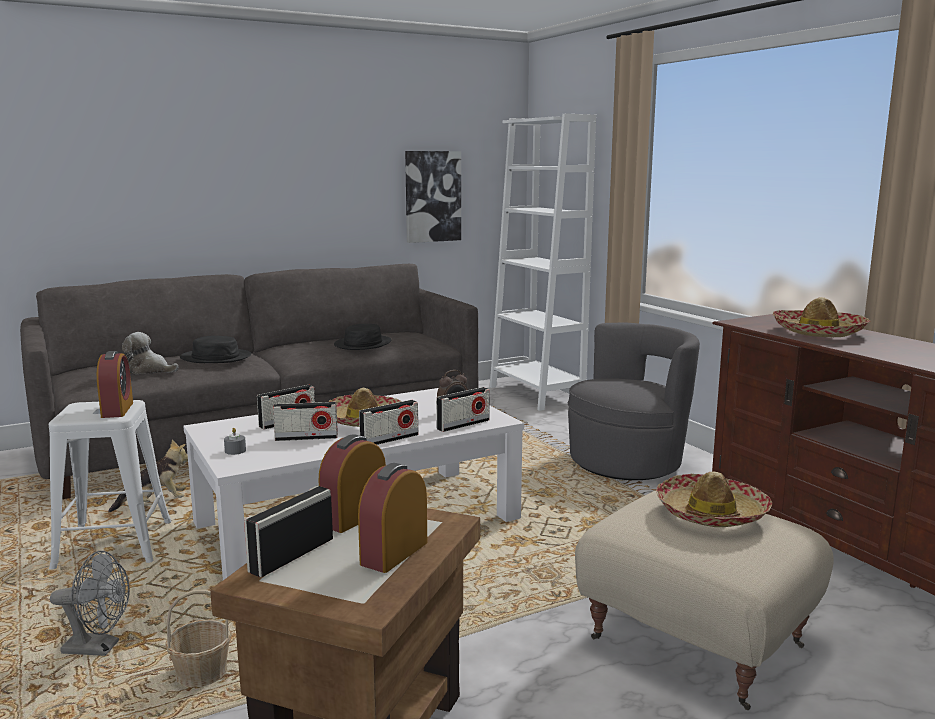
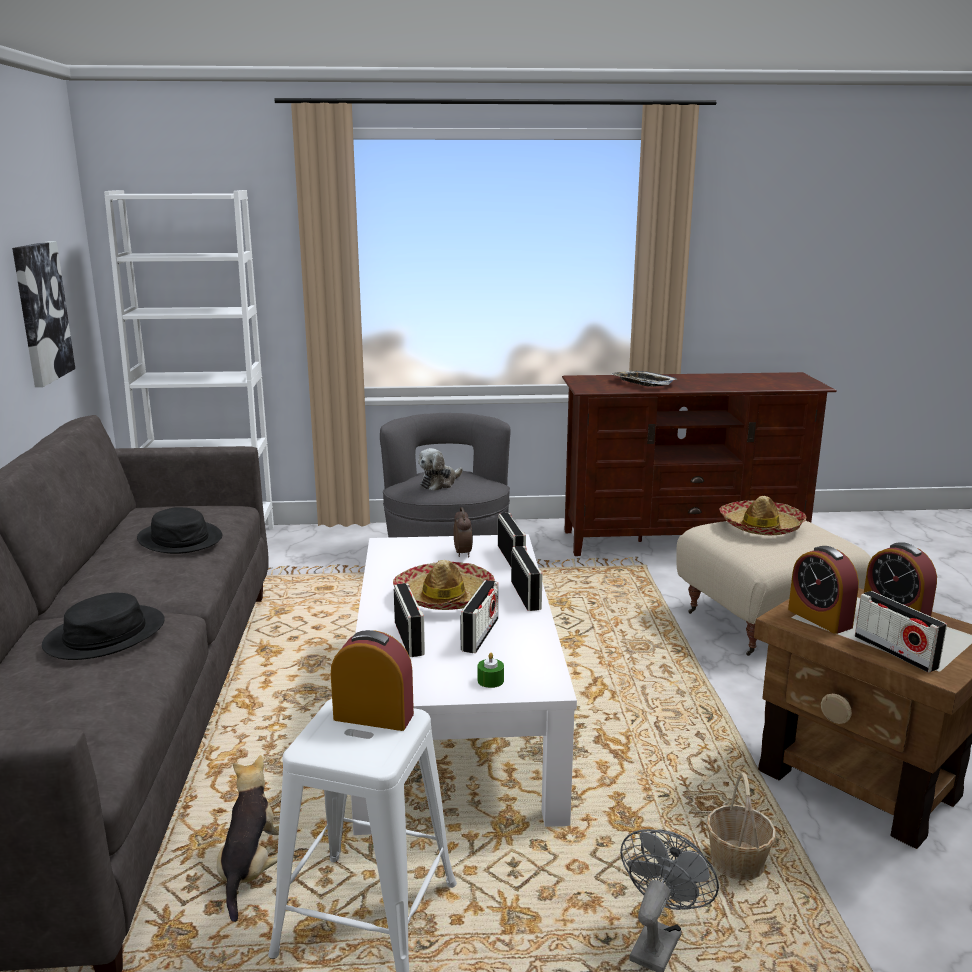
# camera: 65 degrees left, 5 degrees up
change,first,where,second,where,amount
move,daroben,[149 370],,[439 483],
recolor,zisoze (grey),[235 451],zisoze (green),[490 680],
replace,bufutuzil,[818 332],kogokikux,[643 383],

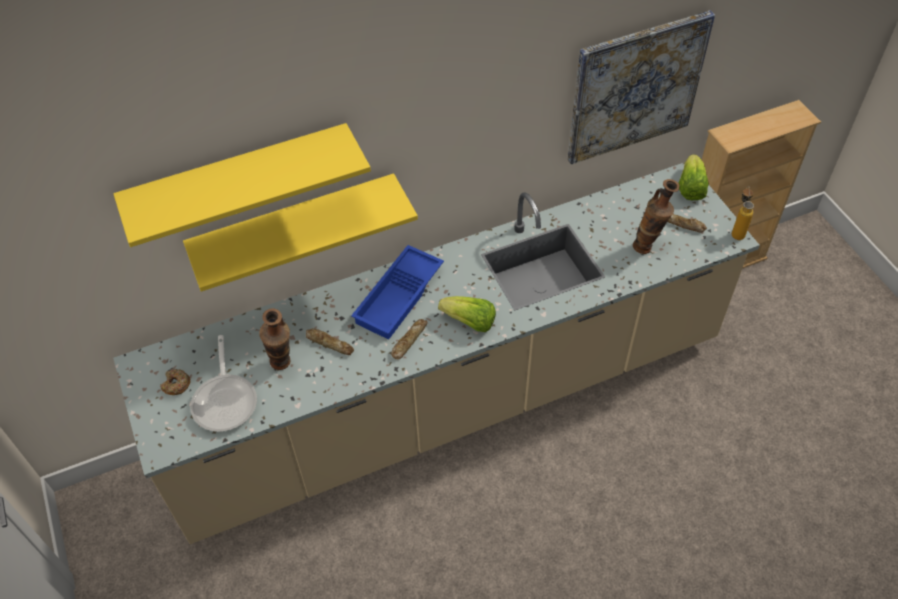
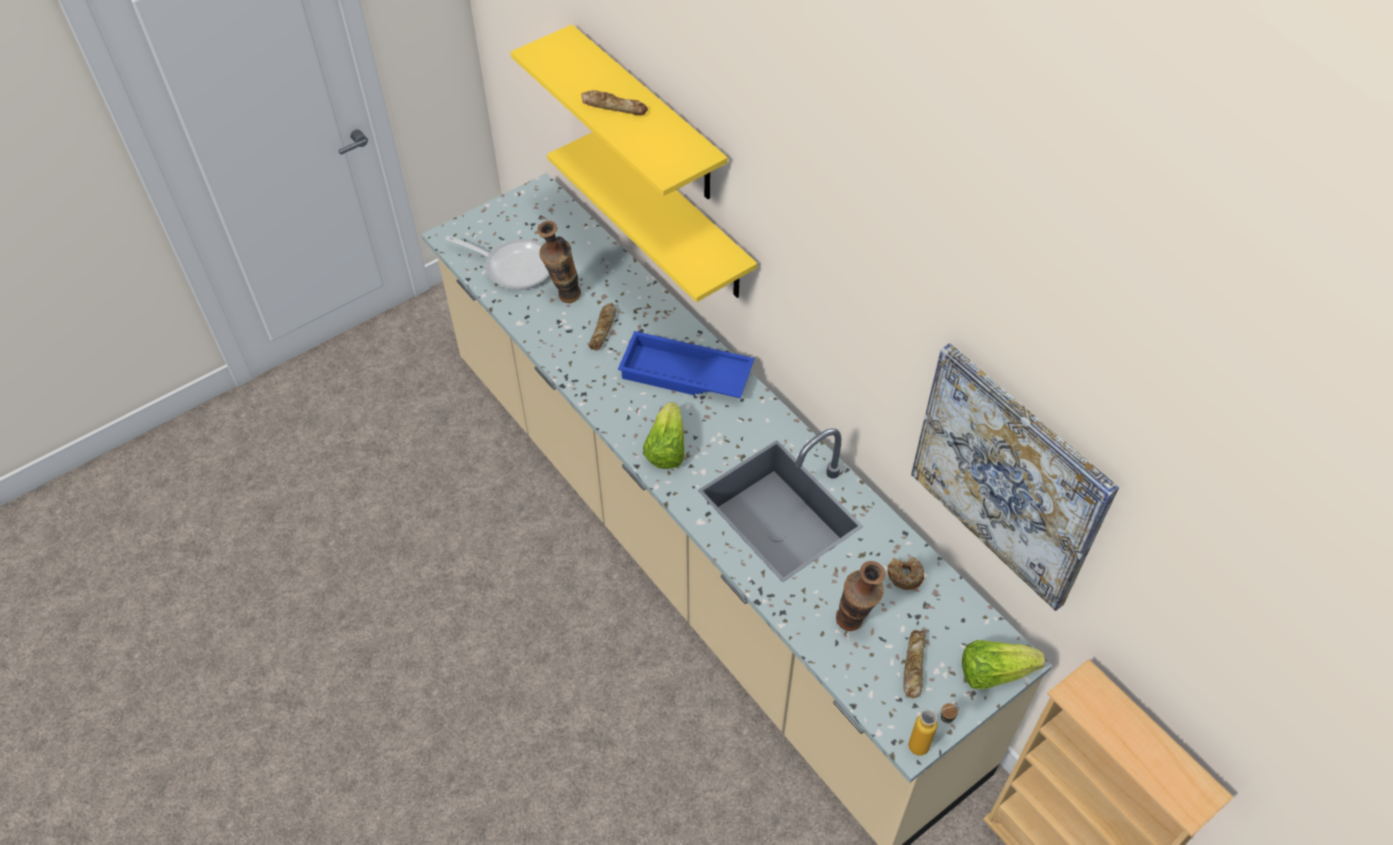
# camera: 75 degrees right, 0 degrees up
change,first,where,second,where,amount
rotate,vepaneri,[226 400],,[514 266],135 degrees counterclockwise
move,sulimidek,[408 341],,[614 107],
move,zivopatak,[176 385],,[905 576],

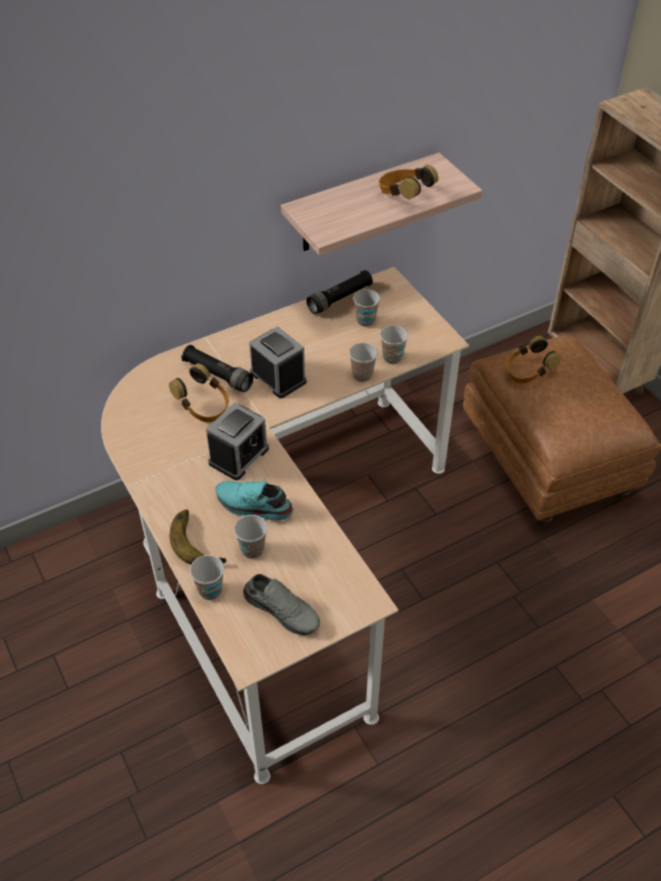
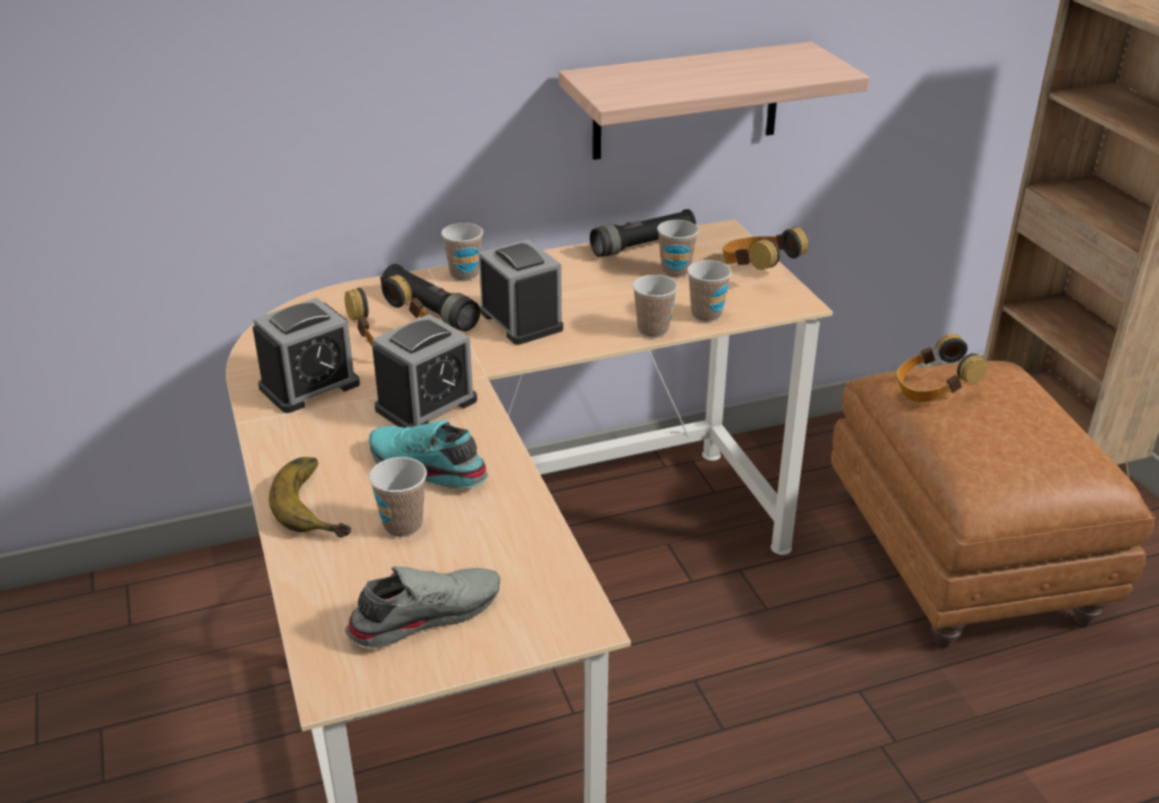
# camera: 10 degrees right, 15 degrees down
change,first,where,second,where,amount
insert,,,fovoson,[309 386],
rotate,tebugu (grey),[283 609],,[424 614],75 degrees counterclockwise
move,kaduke,[210 590],,[464 275],
move,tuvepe,[404 196],,[758 271],

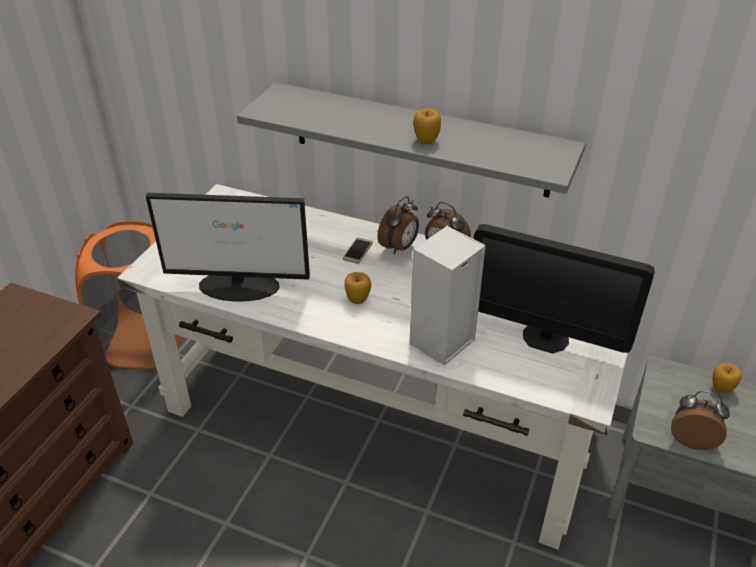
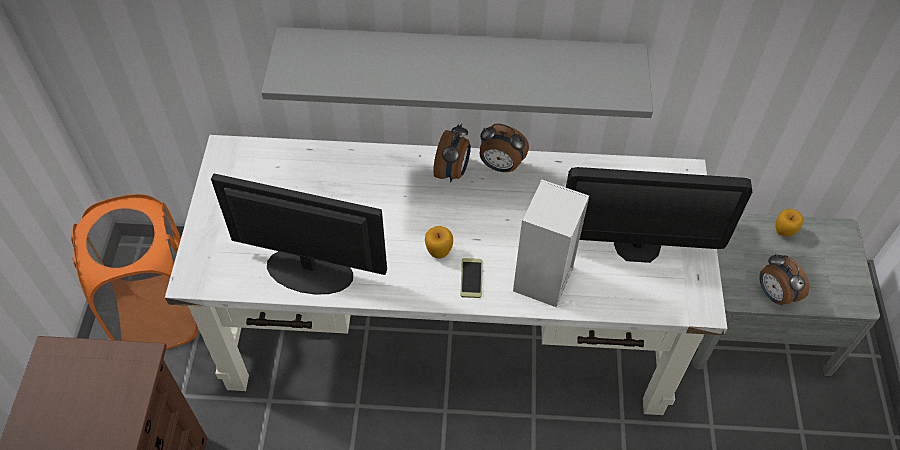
# camera: 20 degrees left, 15 degrees up
change,first,where,second,where,amount
rotate,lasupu,[240 286],,[308 270],150 degrees counterclockwise
move,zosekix,[358 251],,[471 278],
rotate,fovoson,[692 438],,[774 294],120 degrees counterclockwise
delete,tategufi,[426 140],,,

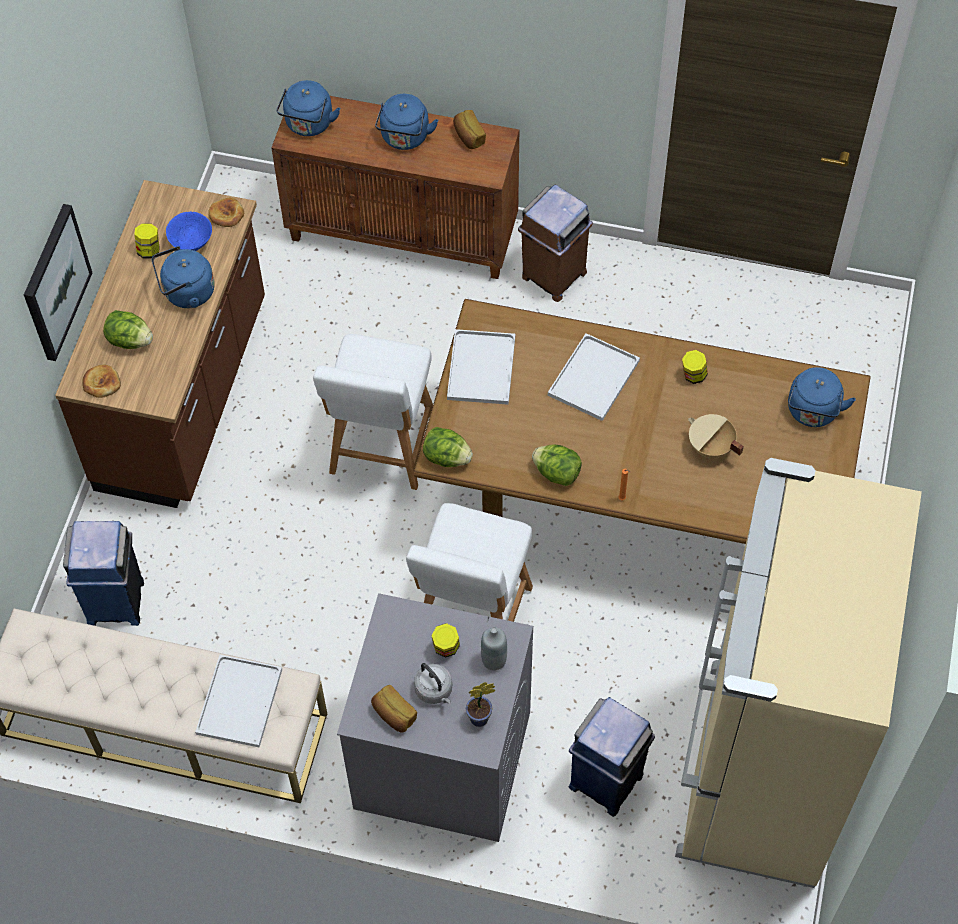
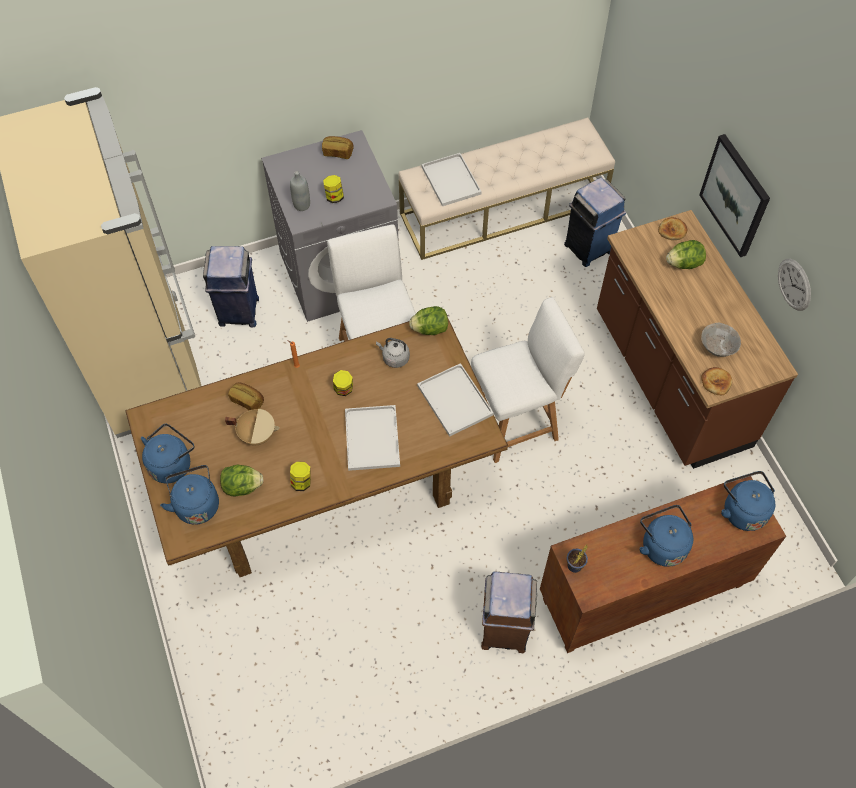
# camera: 145 degrees right, 0 degrees up
change,first,where,second,where,amount
move,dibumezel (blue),[186 293],,[172 464],
move,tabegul,[557 473],,[242 486],
move,sulimidek,[468 136],,[247 401],
move,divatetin,[149 250],,[343 389],
move,dibumezel (grey),[435 691],,[394 358],
rotate,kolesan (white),[381 449],,[517 421],90 degrees clockwise
move,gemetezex,[481 718],,[573 567],
recolor,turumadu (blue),[191 243],turumadu (grey),[717 348],
insert,,,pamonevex,[794 284],

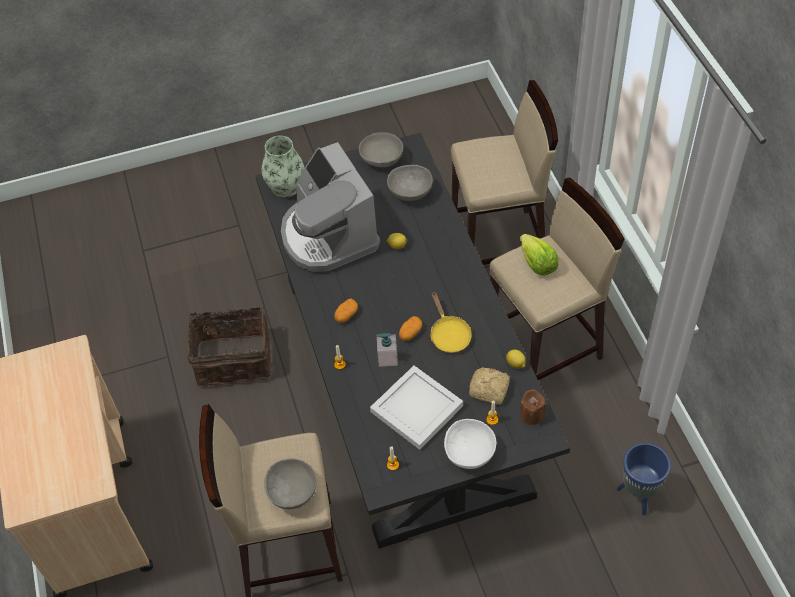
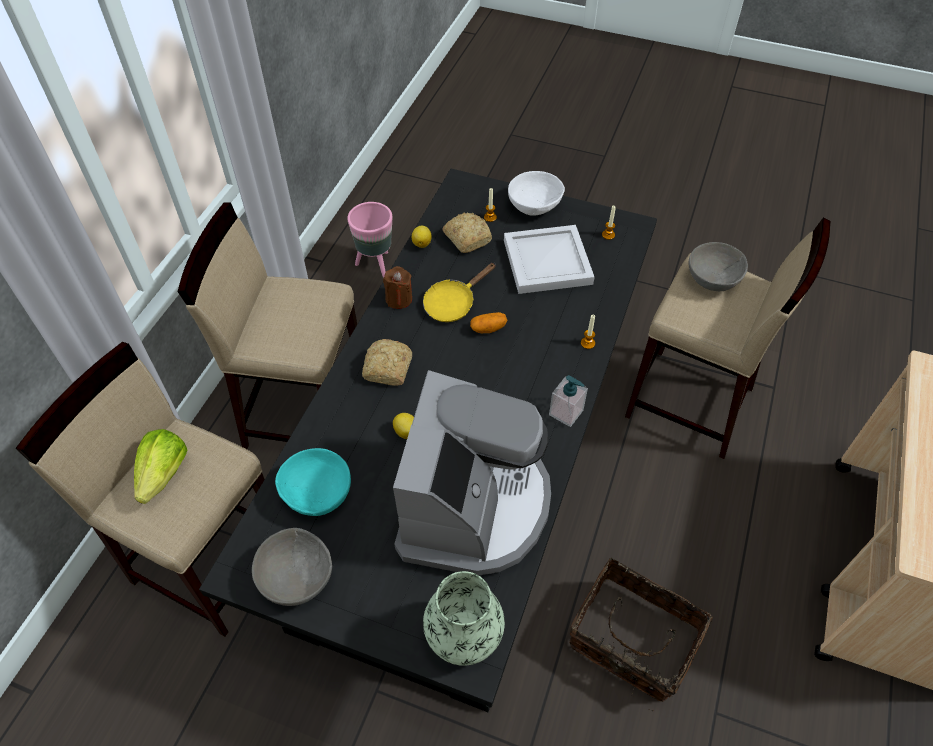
# camera: 145 degrees left, 0 degrees up
change,first,where,second,where,amount
move,tabegul,[537 264],,[165 474],
recolor,turumadu (grey),[409 193],turumadu (turquoise),[318 495],
recolor,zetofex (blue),[638 495],zetofex (pink),[375 264],
insert,,,sulimidek,[387 369],
move,zisoze (brown),[531 415],,[399 299],
rotate,vepaneri (yellow),[448 334],,[453 303],150 degrees counterclockwise
move,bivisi,[387 358],,[566 412],
delete,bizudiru,[346 315],,,

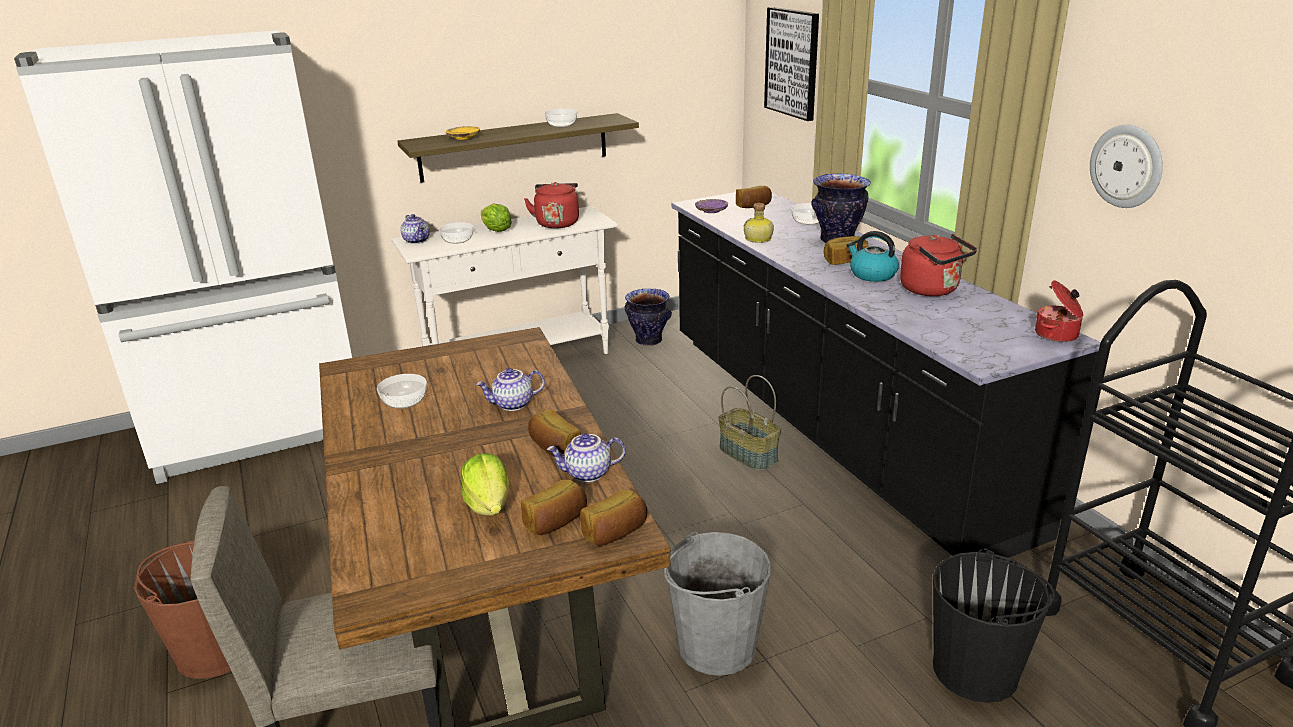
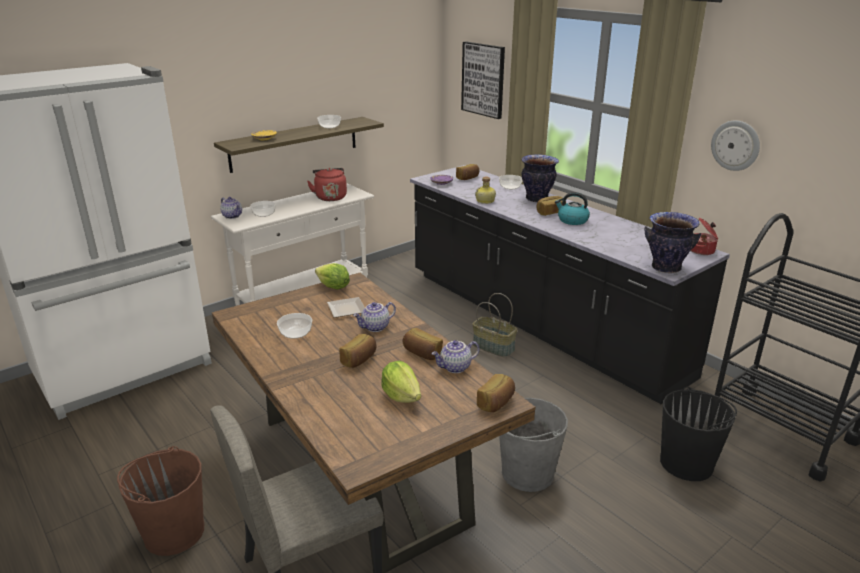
# camera: 15 degrees left, 0 degrees up
change,first,where,second,where,amount
move,tabegul,[496 231],,[333 287],
insert,,,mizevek,[347 309],
move,sulimidek,[556 522],,[359 360],
move,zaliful,[649 341],,[666 268],
delete,dibumezel (red),[932 290],,,

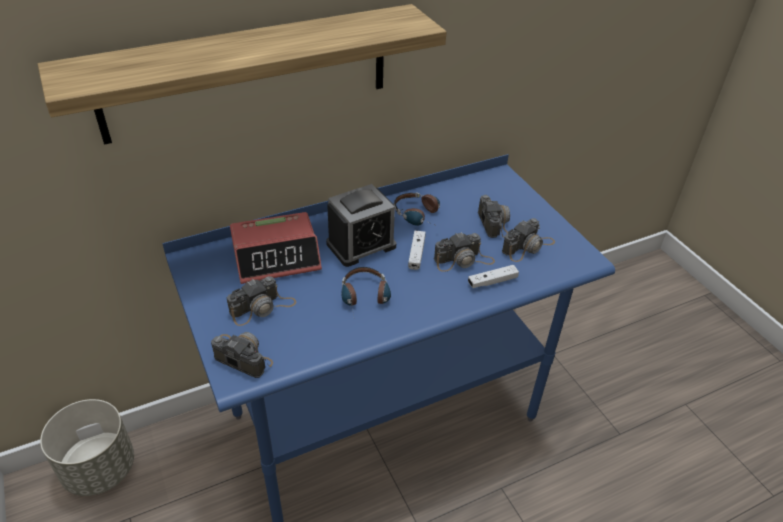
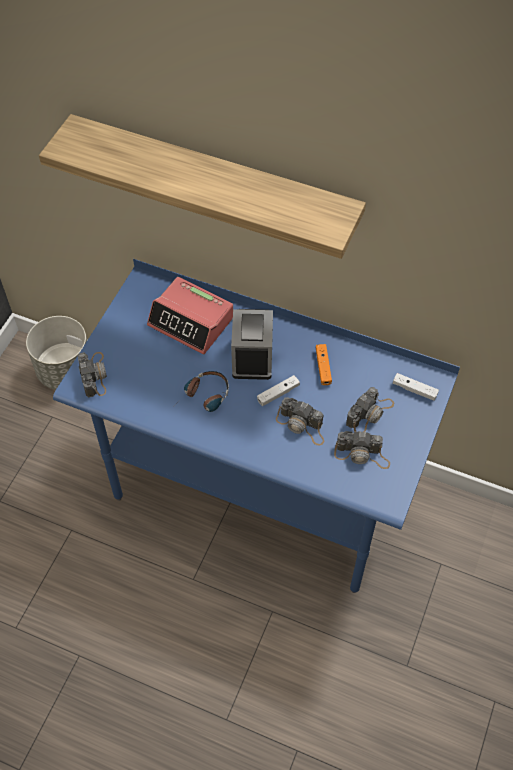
# camera: 50 degrees right, 15 degrees up
change,first,where,second,where,amount
rotate,fovoson,[361 245],,[252 356],75 degrees clockwise
replace,tuvepe,[422 216],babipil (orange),[323 367],
move,babipil (white),[492 281],,[414 390],
delete,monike,[262 308],,,

